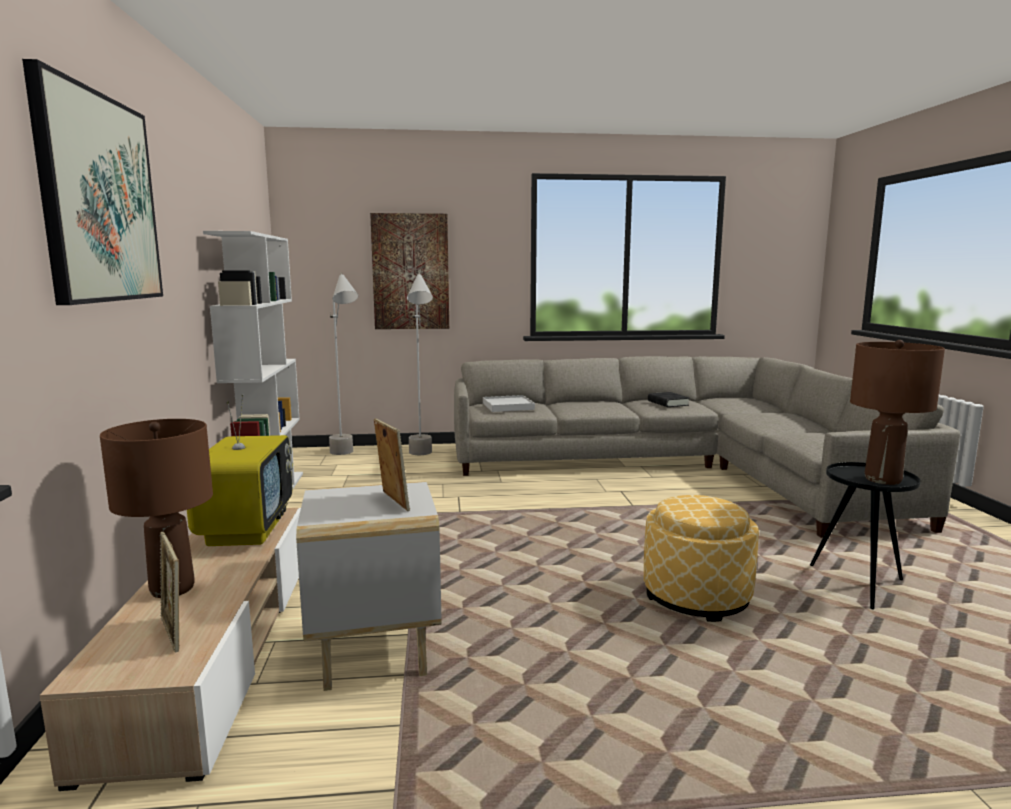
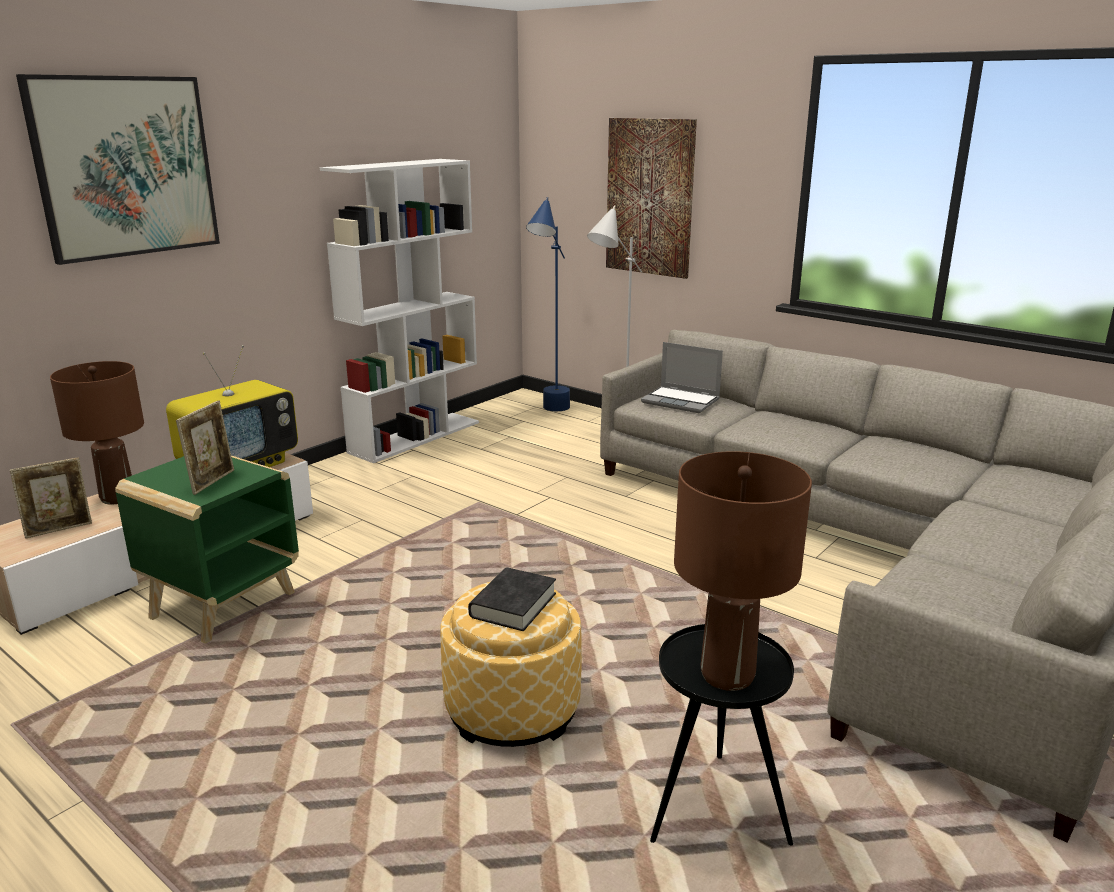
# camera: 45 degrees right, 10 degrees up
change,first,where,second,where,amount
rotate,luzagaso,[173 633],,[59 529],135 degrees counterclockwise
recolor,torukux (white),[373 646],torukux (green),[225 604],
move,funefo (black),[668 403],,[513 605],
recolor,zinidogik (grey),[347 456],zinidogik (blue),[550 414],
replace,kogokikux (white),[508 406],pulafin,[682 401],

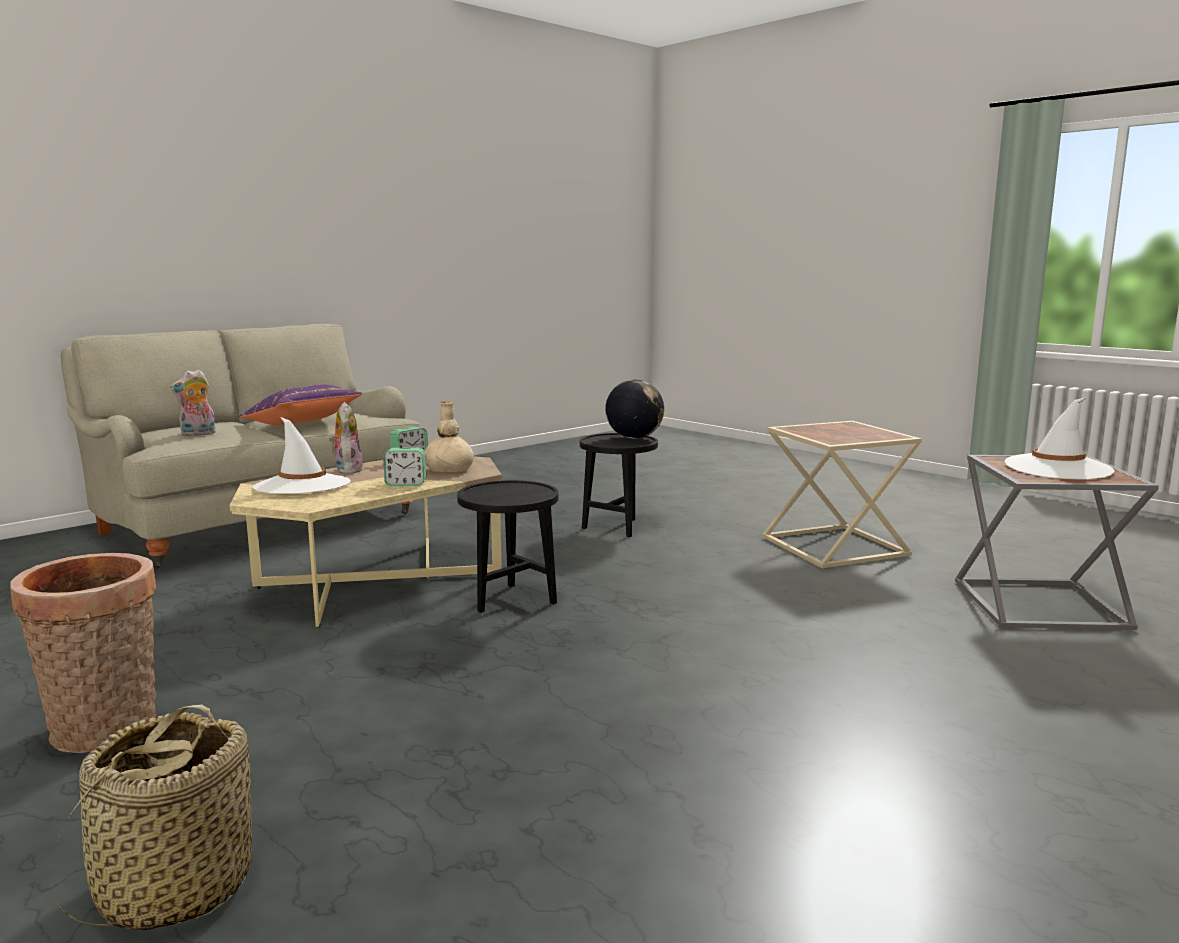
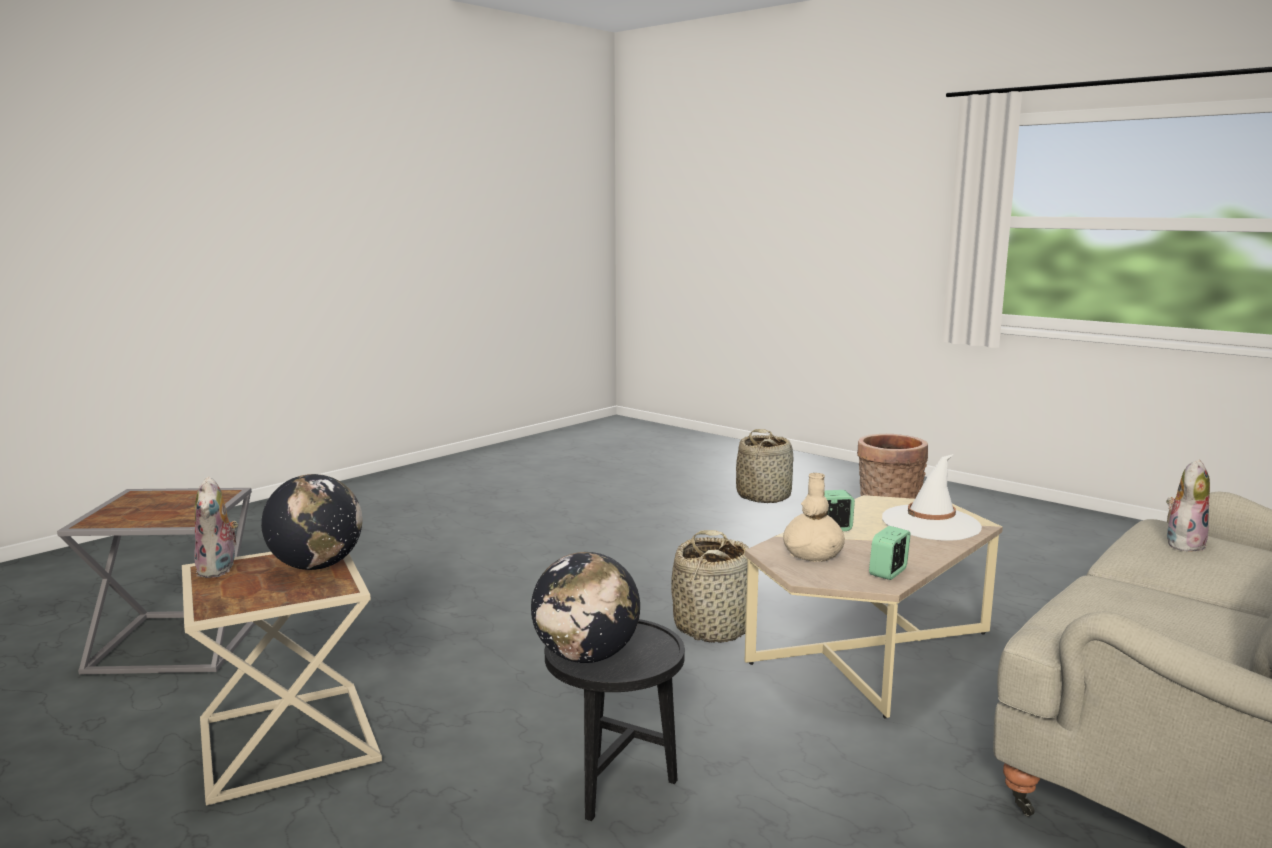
# camera: 175 degrees right, 0 degrees up
change,first,where,second,where,amount
move,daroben,[347 470],,[219 570],
insert,,,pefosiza,[316 566],
replace,torukux (black),[510 601],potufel,[713 627],
delete,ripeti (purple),[302 424],,,
delete,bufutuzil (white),[1057 468],,,

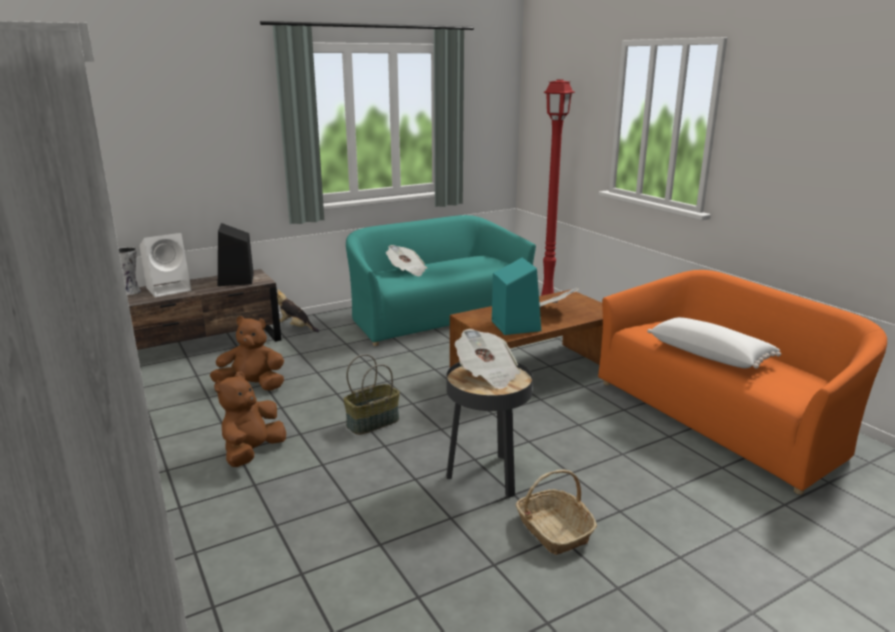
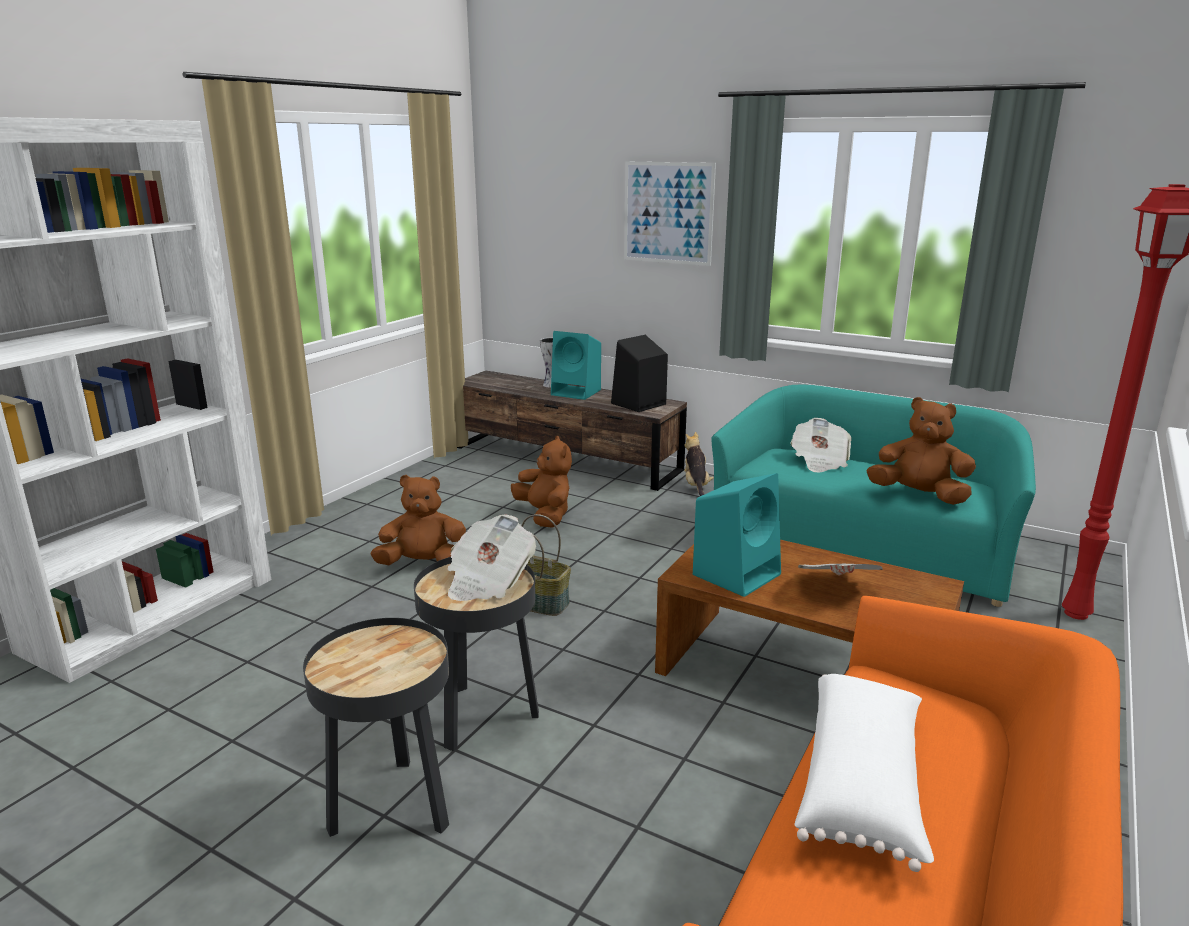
# camera: 60 degrees right, 0 degrees up
change,first,where,second,where,amount
replace,potufel,[553 530],torukux (black),[393 805],
recolor,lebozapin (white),[170 289],lebozapin (turquoise),[577 392],
insert,,,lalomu,[668 213],
insert,,,daroben (brown),[918 495],

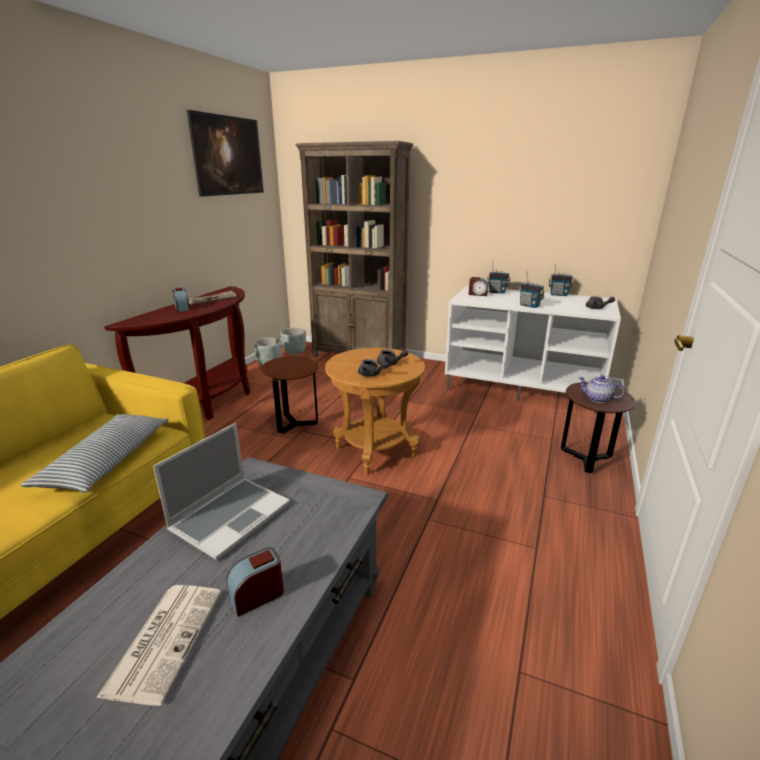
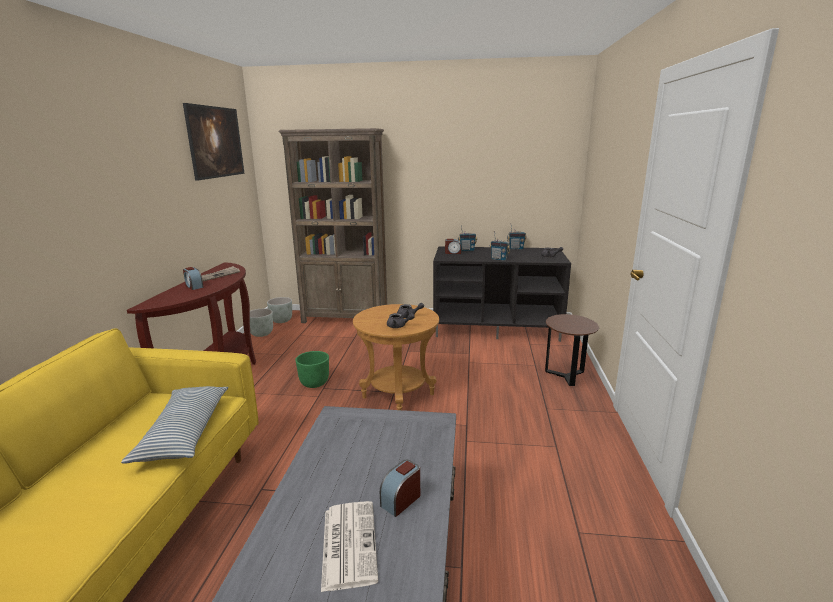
# camera: 15 degrees left, 5 degrees down
change,first,where,second,where,amount
replace,torukux (brown),[294 424],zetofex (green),[314 383],
recolor,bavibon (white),[523 387],bavibon (black),[497 327],
delete,pulafin,[231 516],,,
delete,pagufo,[598 399],,,

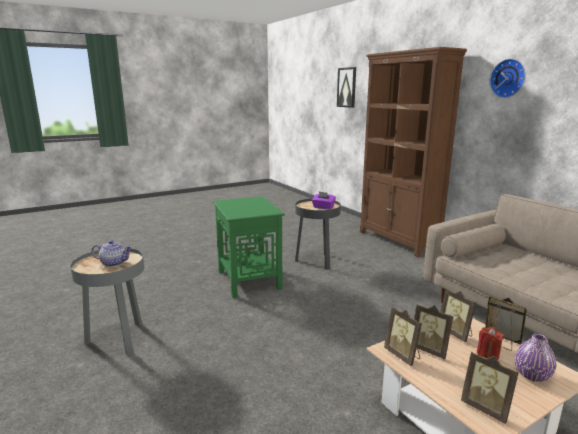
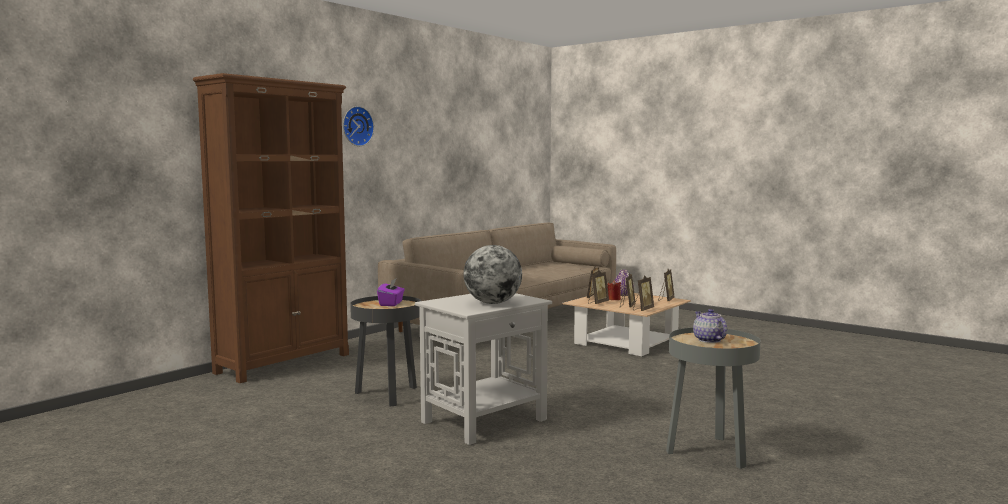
# camera: 110 degrees left, 10 degrees down
change,first,where,second,where,amount
recolor,torukux (green),[249 280],torukux (white),[485 420],
insert,,,pefosiza,[493 303],
delete,lalomu,[347 87],,,

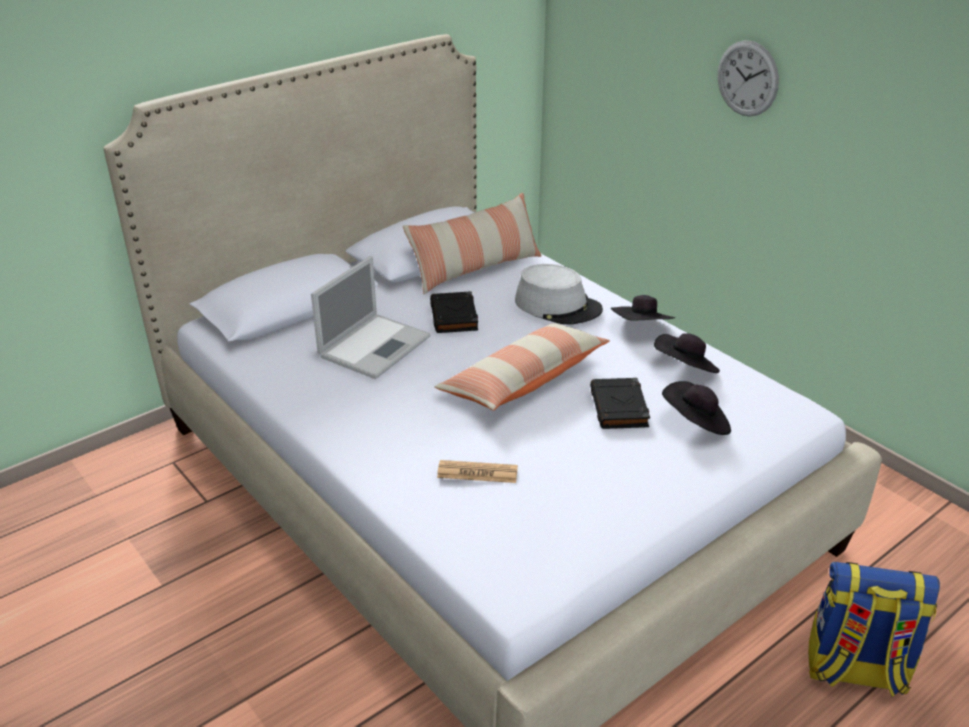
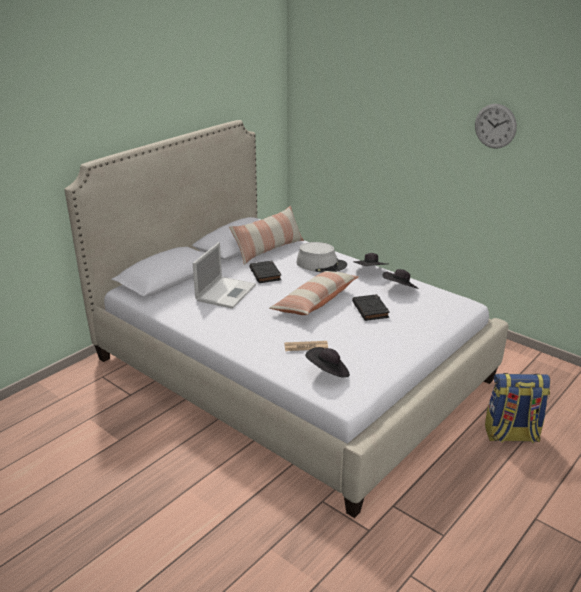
# camera: 10 degrees left, 5 degrees down
change,first,where,second,where,amount
move,bufutuzil (black),[696 423],,[328 372],
move,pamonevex,[747 78],,[495 126],

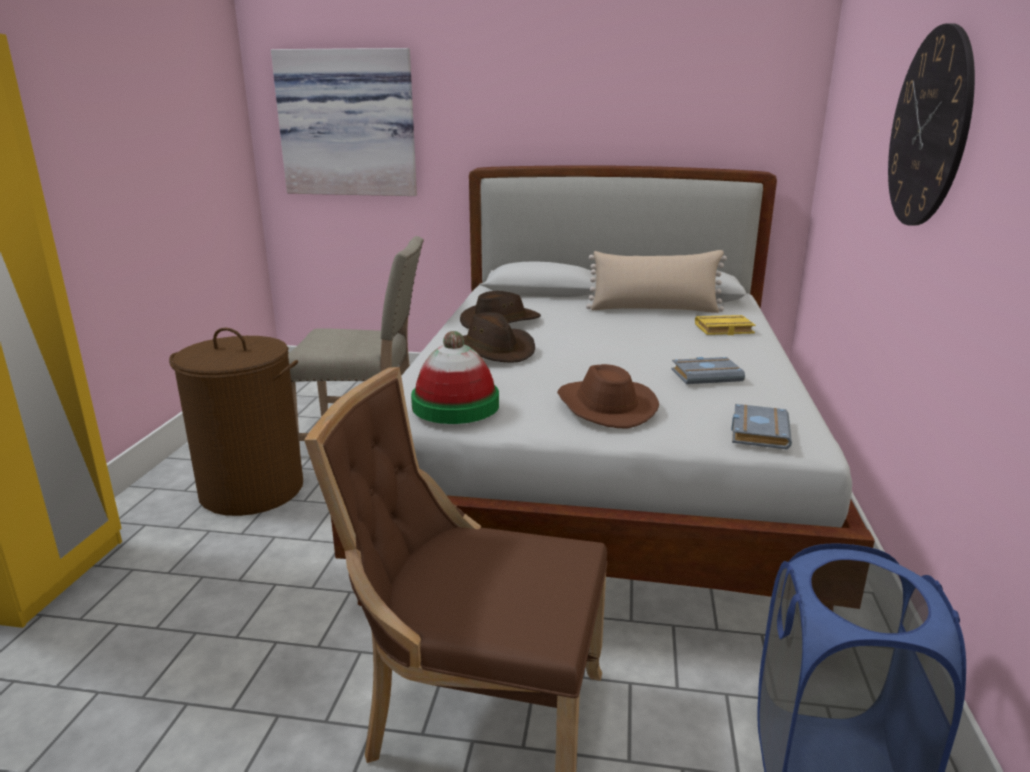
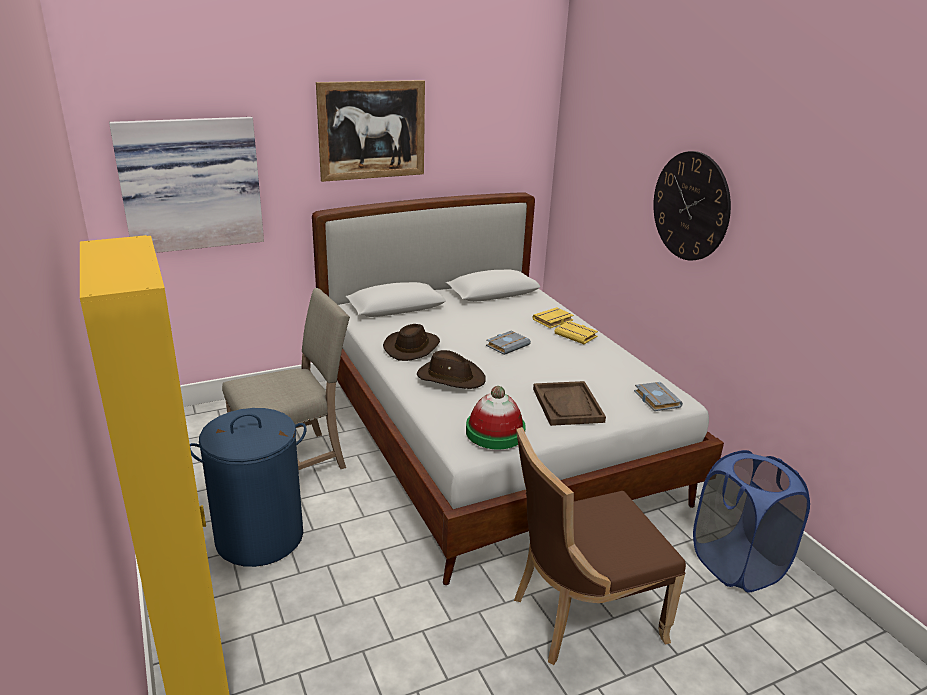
# camera: 35 degrees left, 5 degrees up
change,first,where,second,where,amount
recolor,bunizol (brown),[252 490],bunizol (blue),[260 537],
insert,,,lalomu,[372 130],
move,funefo (grey),[707 375],,[507 345],
replace,bufutuzil (brown),[604 406],kogokikux (brown),[568 405],
insert,,,funefo (yellow),[577 335],
delete,ripeti (beige),[654 309],,,

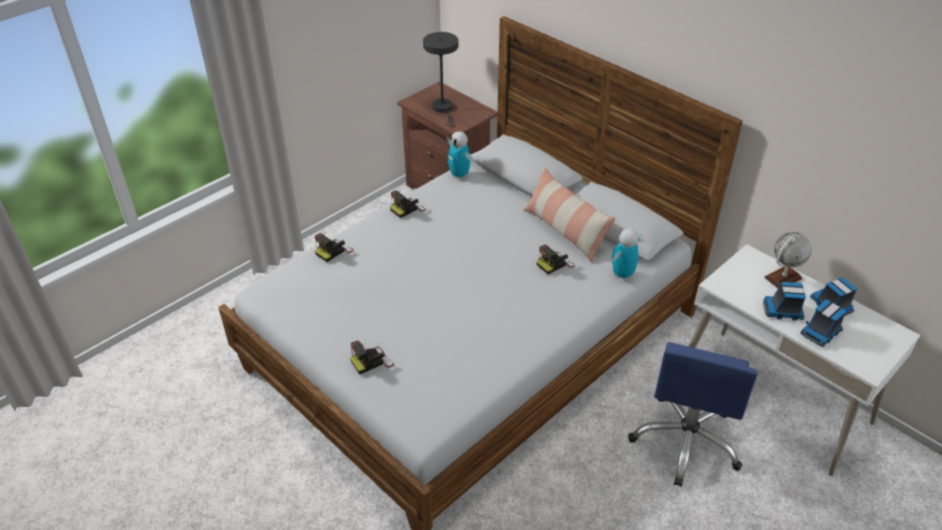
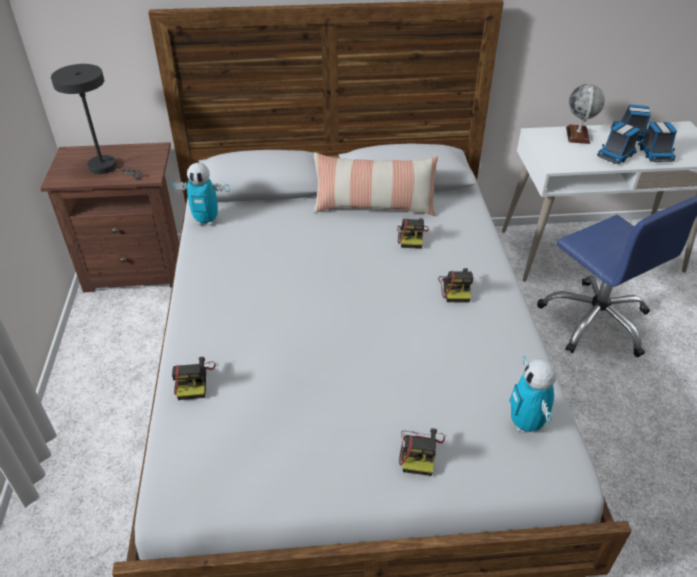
# camera: 50 degrees left, 0 degrees up
change,first,where,second,where,amount
move,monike,[407 209],,[456 288],
move,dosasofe,[622 275],,[525 424],

